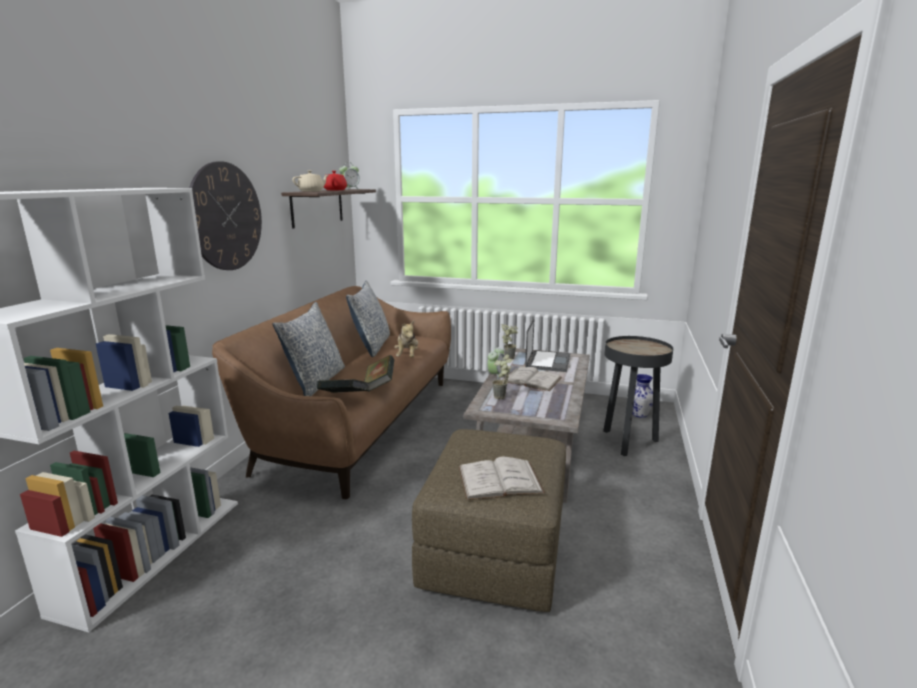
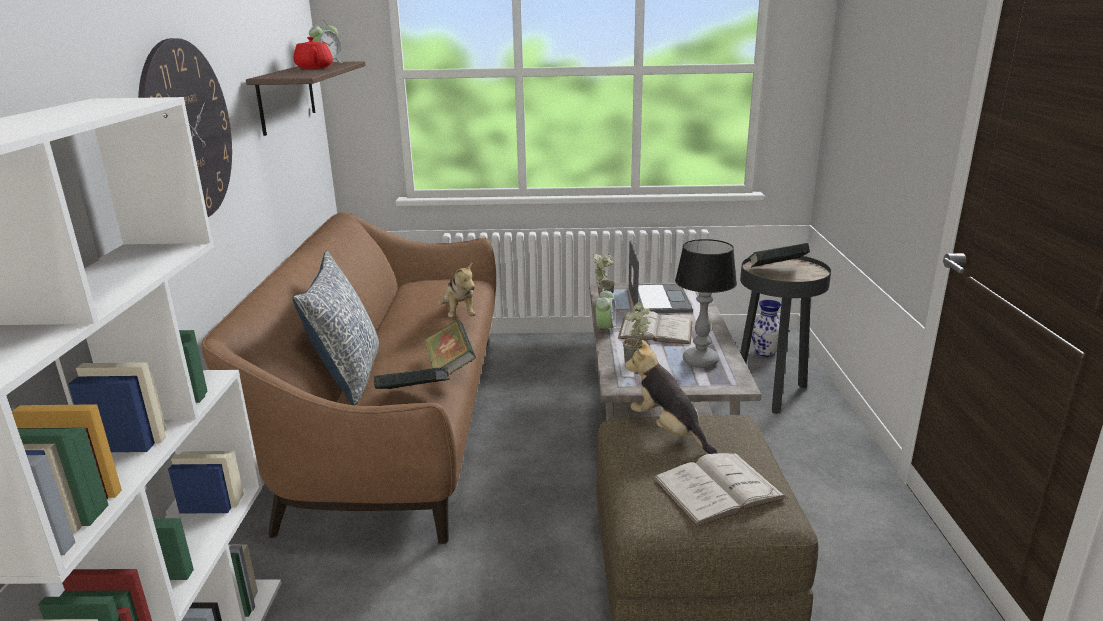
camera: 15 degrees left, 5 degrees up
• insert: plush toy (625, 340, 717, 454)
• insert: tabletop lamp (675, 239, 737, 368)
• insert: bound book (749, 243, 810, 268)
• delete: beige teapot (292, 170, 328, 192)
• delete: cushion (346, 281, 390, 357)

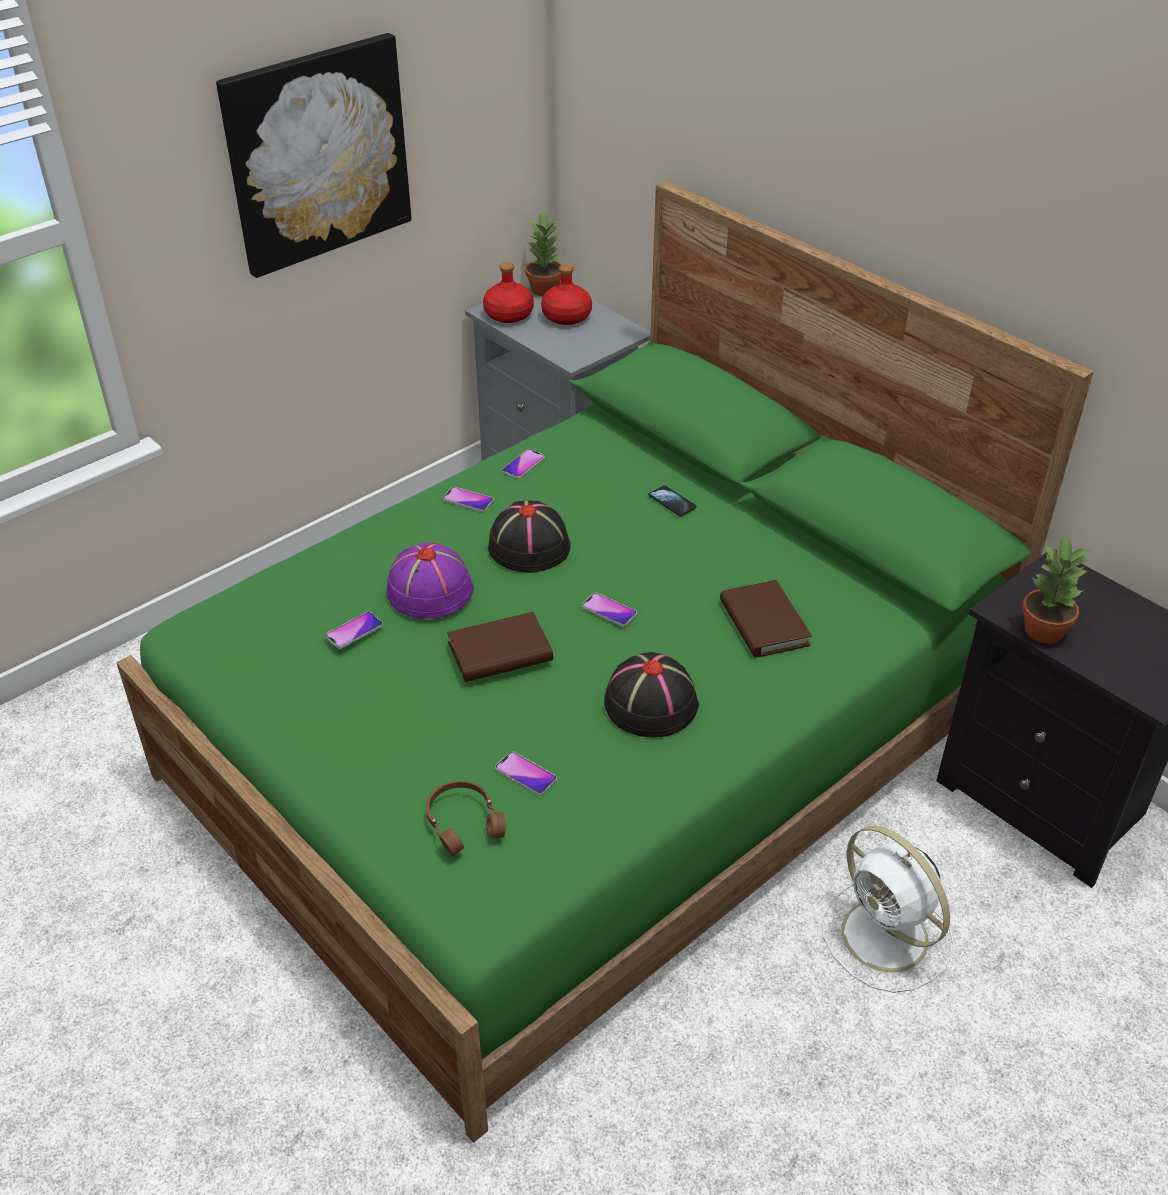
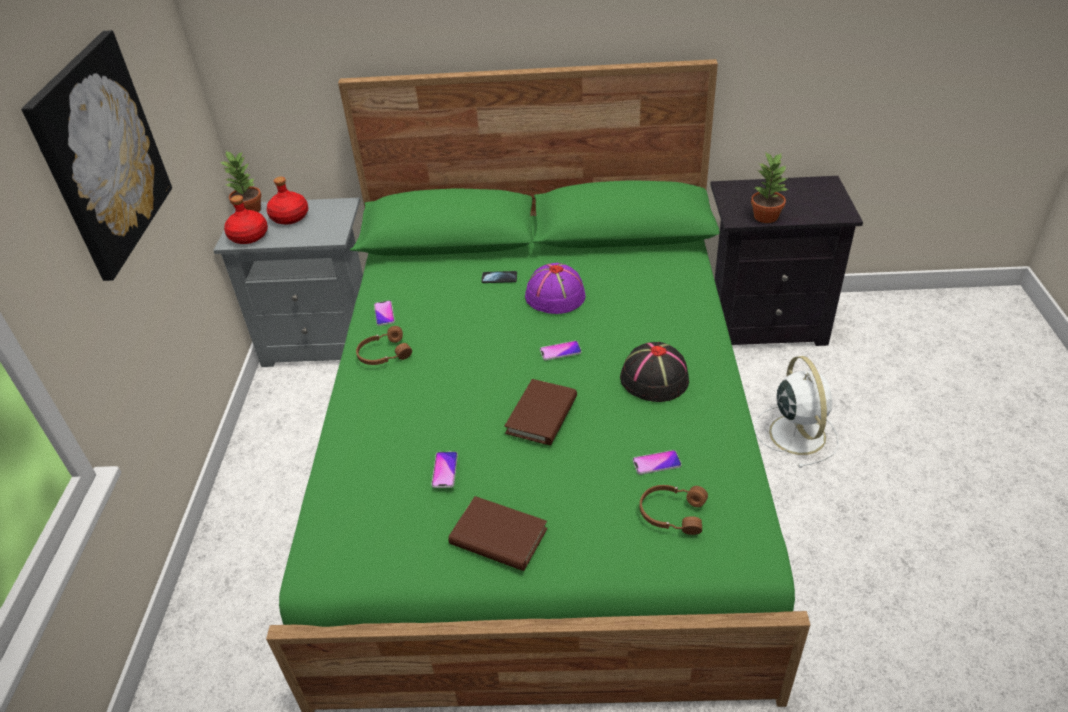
camera: 45 degrees left, 0 degrees up
• replace: phone (443, 487, 494, 512) to brownish pair of headphones (356, 326, 412, 365)
• move: brownish bound book (720, 580, 812, 658) to (448, 496, 547, 571)
• move: purple clothing hat (386, 542, 474, 619) to (525, 263, 586, 314)
• rotate: white-coloured cooling fan (822, 826, 954, 993) = (754, 356, 839, 468) 105 degrees counterclockwise
• delete: black clothing hat (488, 500, 571, 573)

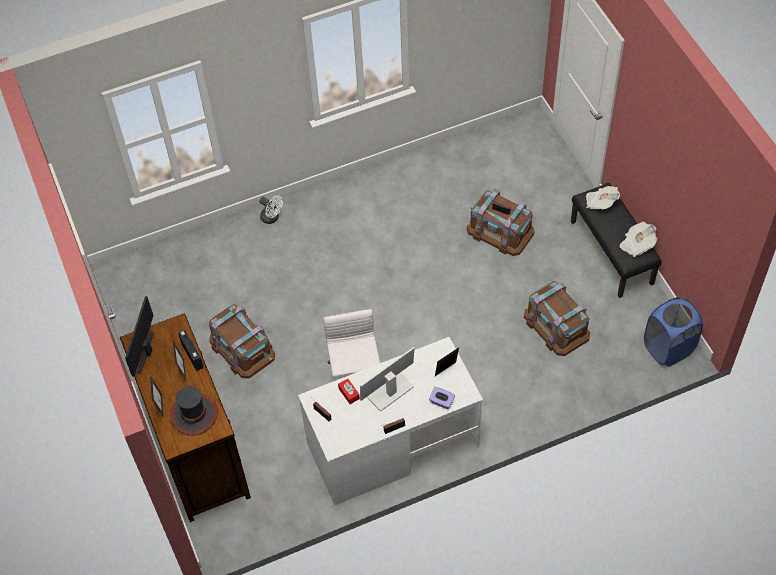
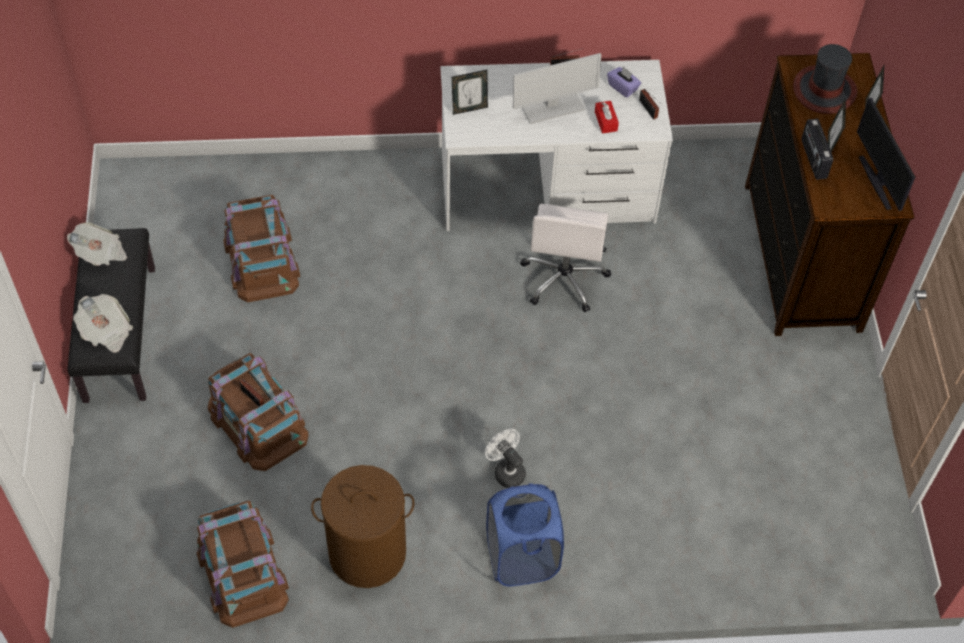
camera: 165 degrees left, 0 degrees up
• move: brownish storage bin (209, 304, 275, 378) to (197, 501, 289, 628)
• insert: brownish hamper (311, 465, 415, 588)
• move: white-coloured cooling fan (260, 195, 283, 224) to (485, 429, 526, 488)
• move: bluish hamper (644, 298, 703, 366) to (486, 484, 564, 586)
• move: purple tissue holder (429, 387, 455, 409) to (607, 66, 641, 98)
• rotate: computer screen (125, 296, 154, 377) = (857, 97, 915, 211) 135 degrees clockwise

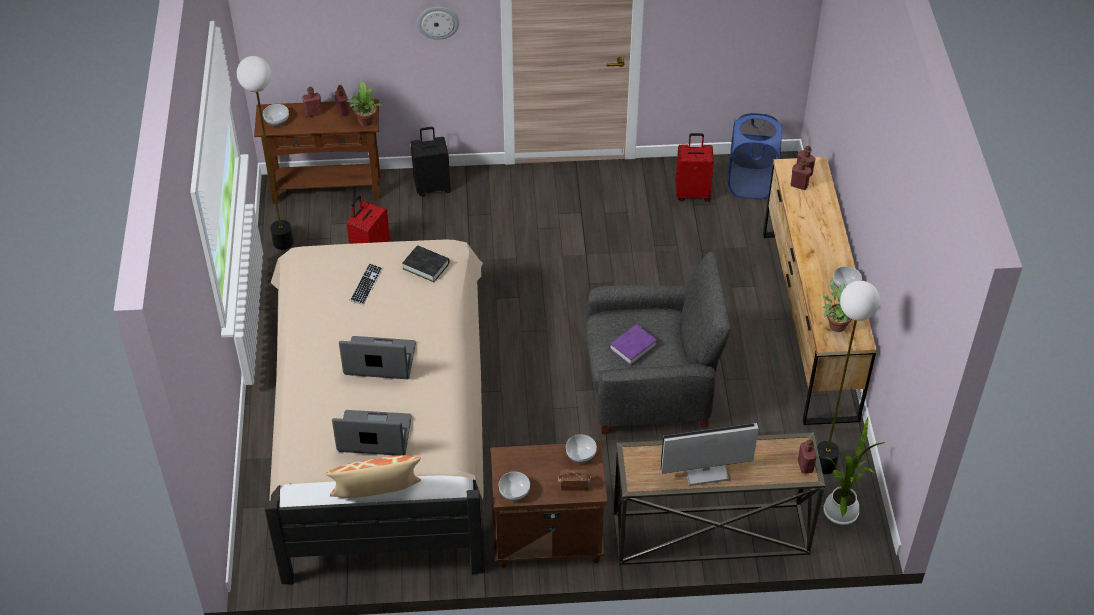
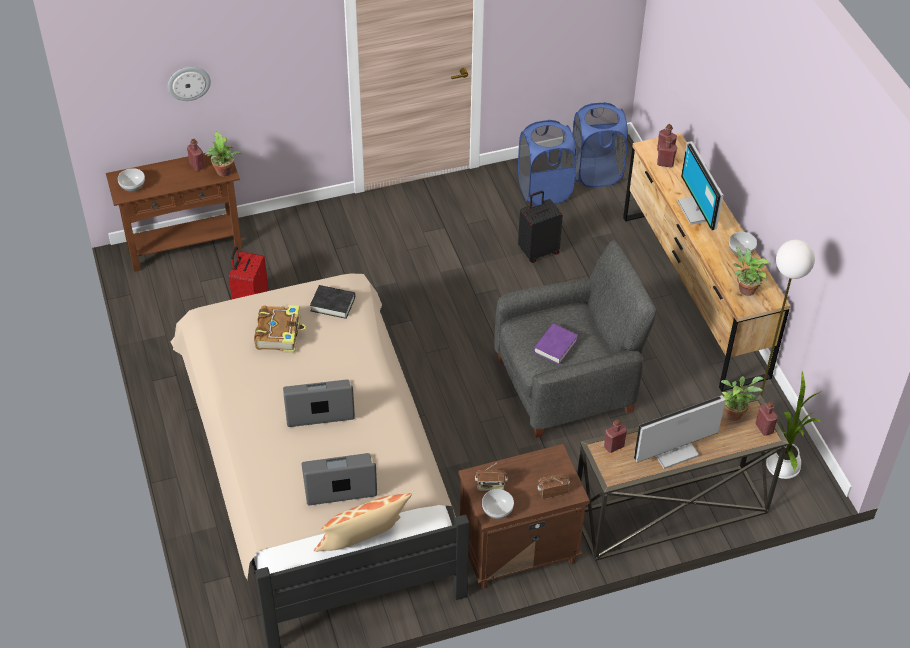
camera: 15 degrees left, 0 degrees up
• move: hanging clock (417, 7, 459, 40) to (168, 67, 211, 101)
• replace: keyboard (350, 263, 383, 305) to bound book (254, 305, 306, 353)
• insert: radio set (475, 463, 508, 491)
• replace: reddish travel case (675, 133, 714, 202) to bluish hamper (518, 120, 576, 206)
• move: black travel case (411, 127, 451, 197) to (518, 191, 563, 263)
• move: reddish drink bottle (302, 87, 322, 117) to (604, 419, 627, 453)
• insert: computer screen (678, 141, 723, 230)
• insert: houseplant (721, 376, 764, 421)
• delete: standard lamp (237, 56, 294, 250)
• delete: bowl (566, 434, 597, 463)

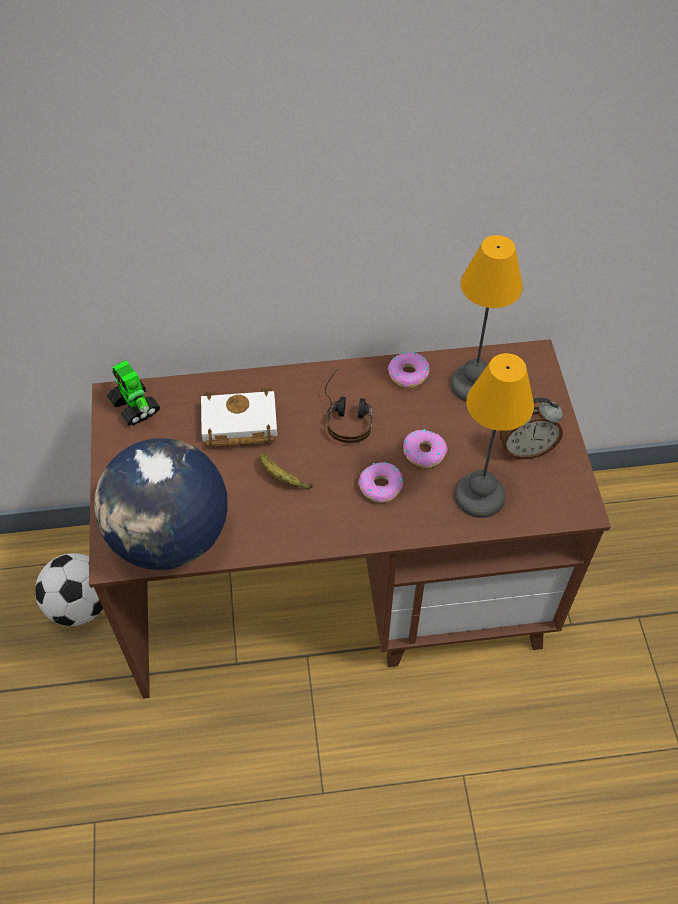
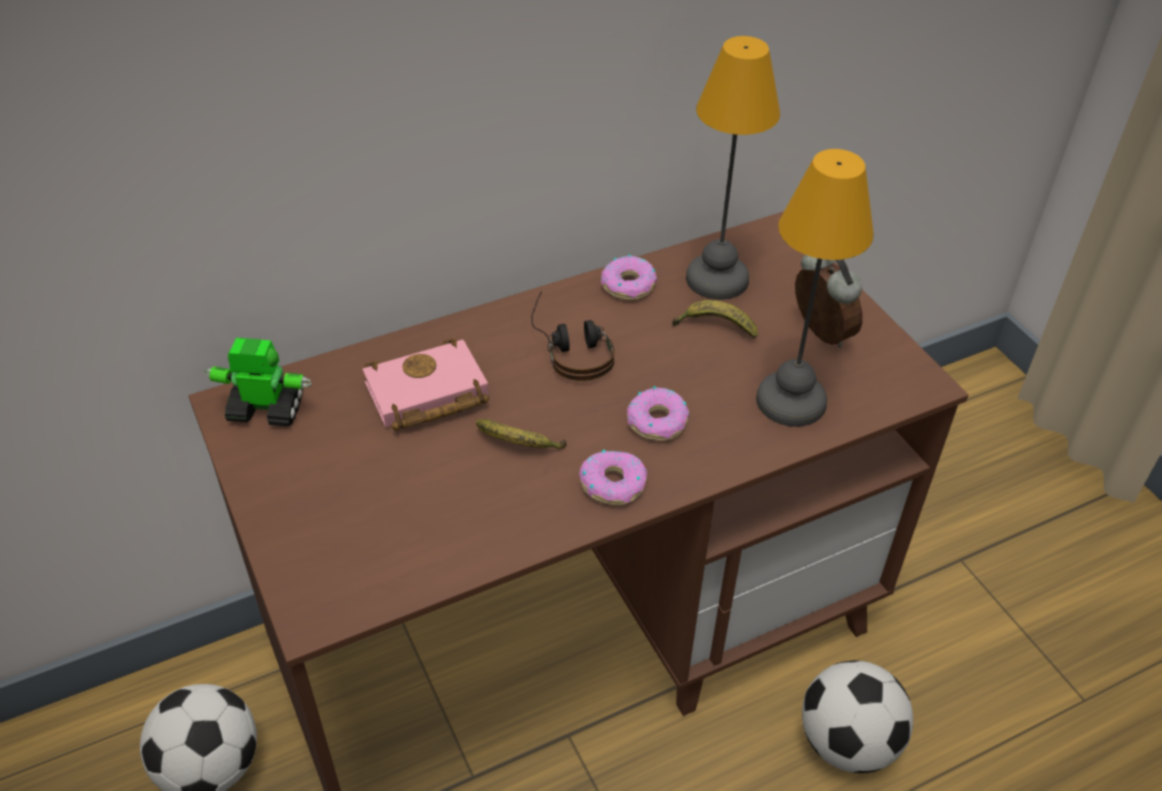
camera: 20 degrees left, 10 degrees down
• rotate: robot figure (107, 360, 160, 426) = (204, 338, 312, 427) 150 degrees clockwise
• recolor: white-coloured bound book (201, 387, 277, 447) to pinkish bound book (362, 338, 489, 431)
• move: donut (403, 429, 448, 468) to (579, 450, 647, 505)
• insert: whole banana (672, 300, 758, 338)
• rotate: alarm clock (499, 397, 563, 459) = (795, 255, 863, 348) 90 degrees counterclockwise
• insert: football (802, 661, 913, 773)
• delete: world globe (94, 438, 228, 570)

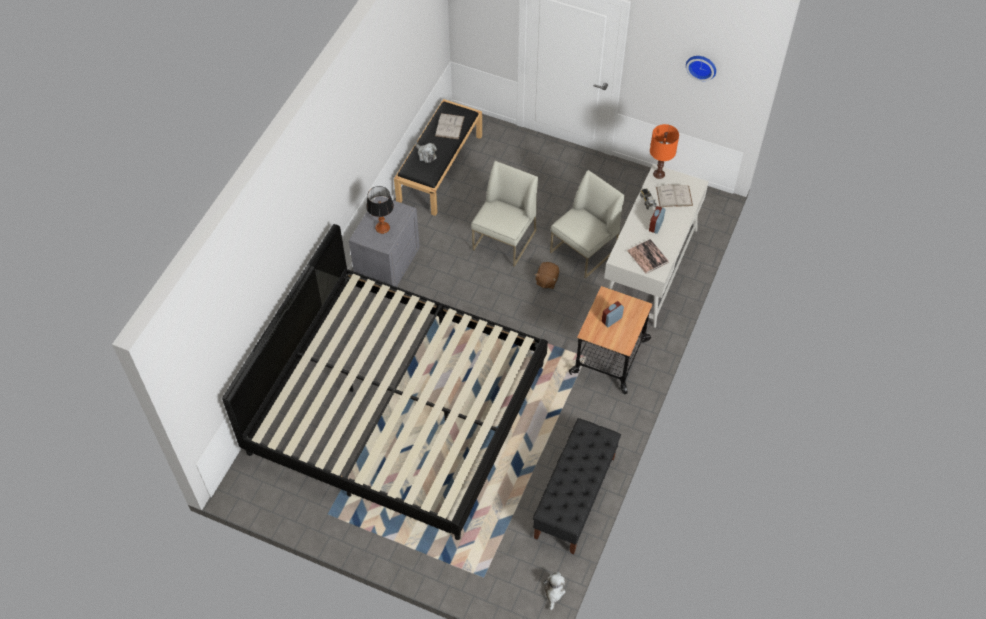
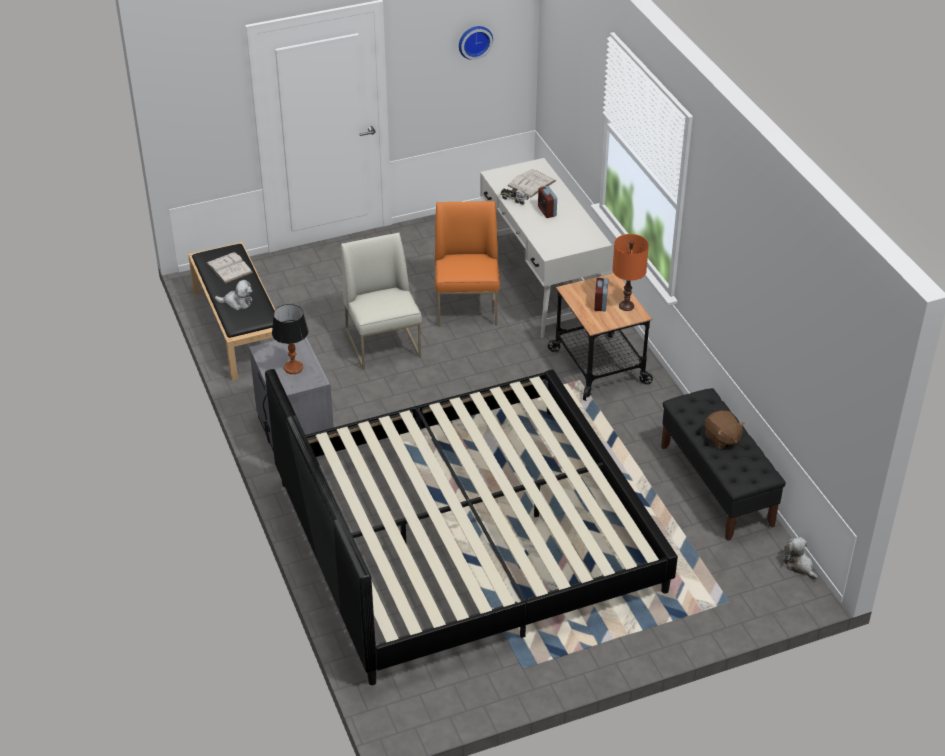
camera: 45 degrees left, 15 degrees down
• recolor: white-coloured plain chair (550, 170, 625, 279) to orange-coloured plain chair (435, 201, 500, 327)
• move: orange-coloured tabletop lamp (650, 124, 679, 179) to (612, 234, 649, 311)
• move: brownish plush toy (534, 262, 559, 289) to (705, 411, 745, 449)
• delete: bound book (628, 239, 669, 274)

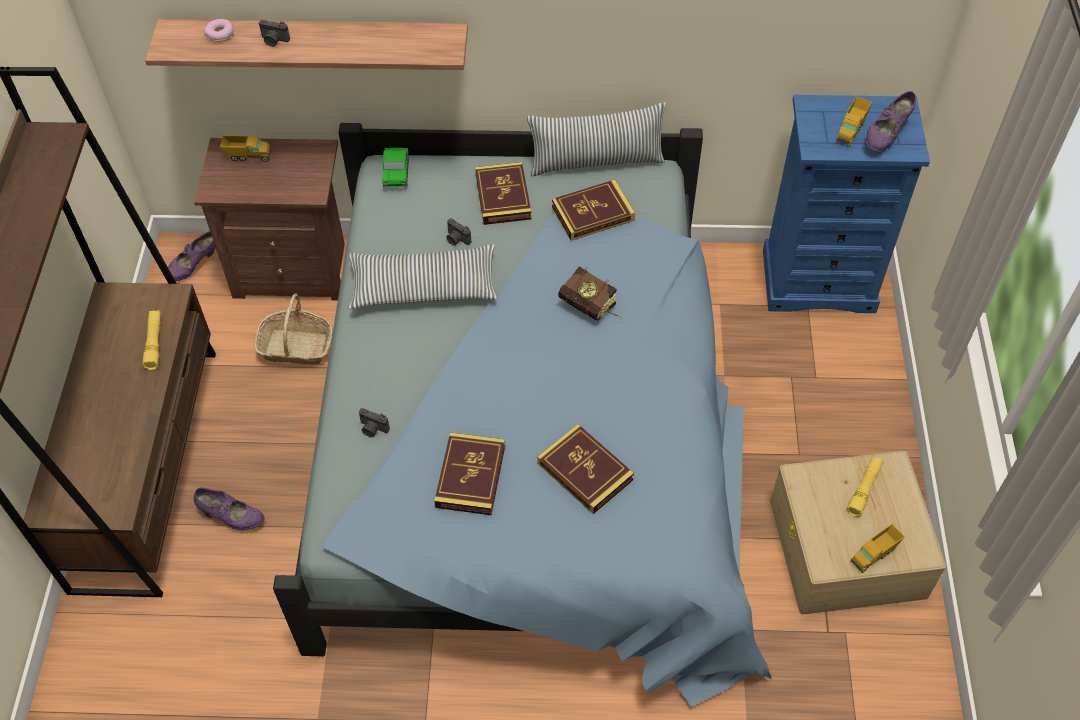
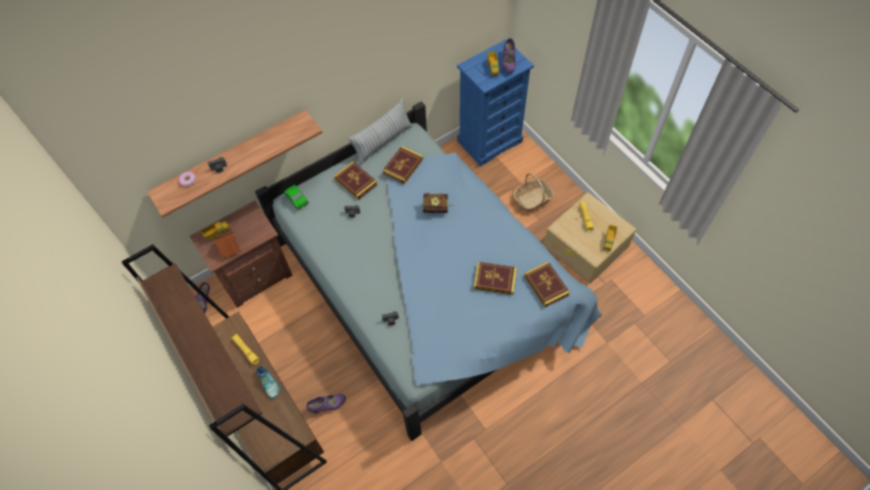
camera: 35 degrees left, 5 degrees up
• insert: miniature house (214, 231, 241, 259)
• insert: shoe (257, 366, 280, 398)
• move: household basket (254, 294, 332, 365) to (514, 173, 555, 212)
• move: bound book (434, 433, 505, 515) to (524, 262, 570, 307)
• delete: cushion (348, 244, 497, 309)

